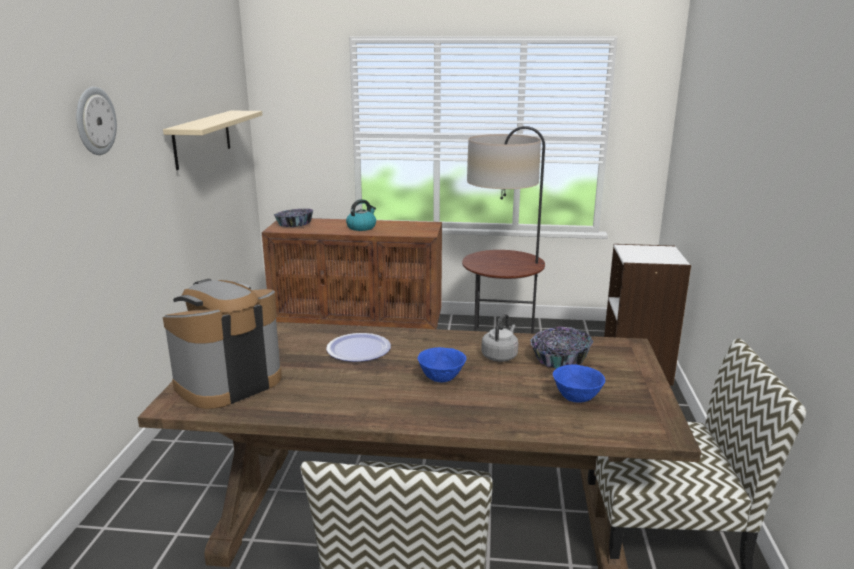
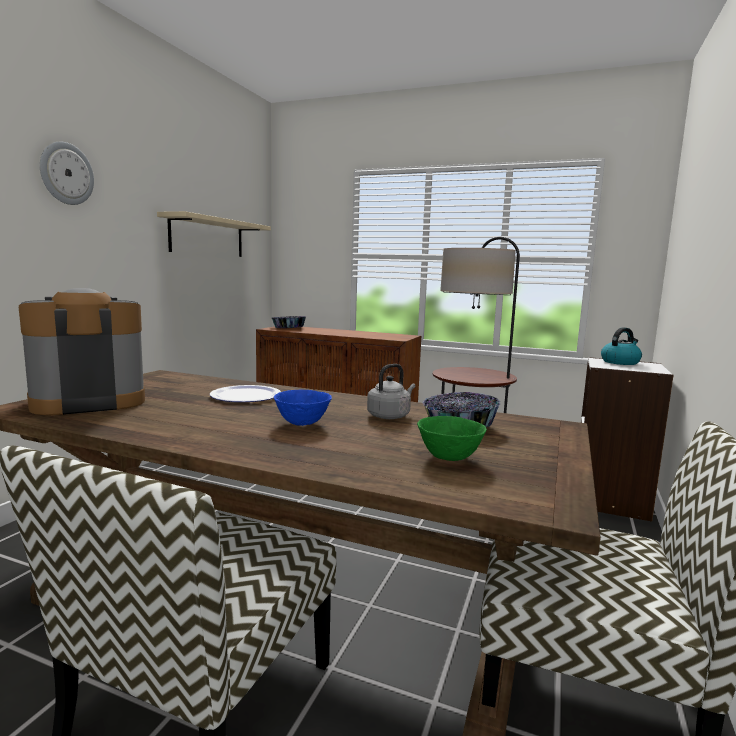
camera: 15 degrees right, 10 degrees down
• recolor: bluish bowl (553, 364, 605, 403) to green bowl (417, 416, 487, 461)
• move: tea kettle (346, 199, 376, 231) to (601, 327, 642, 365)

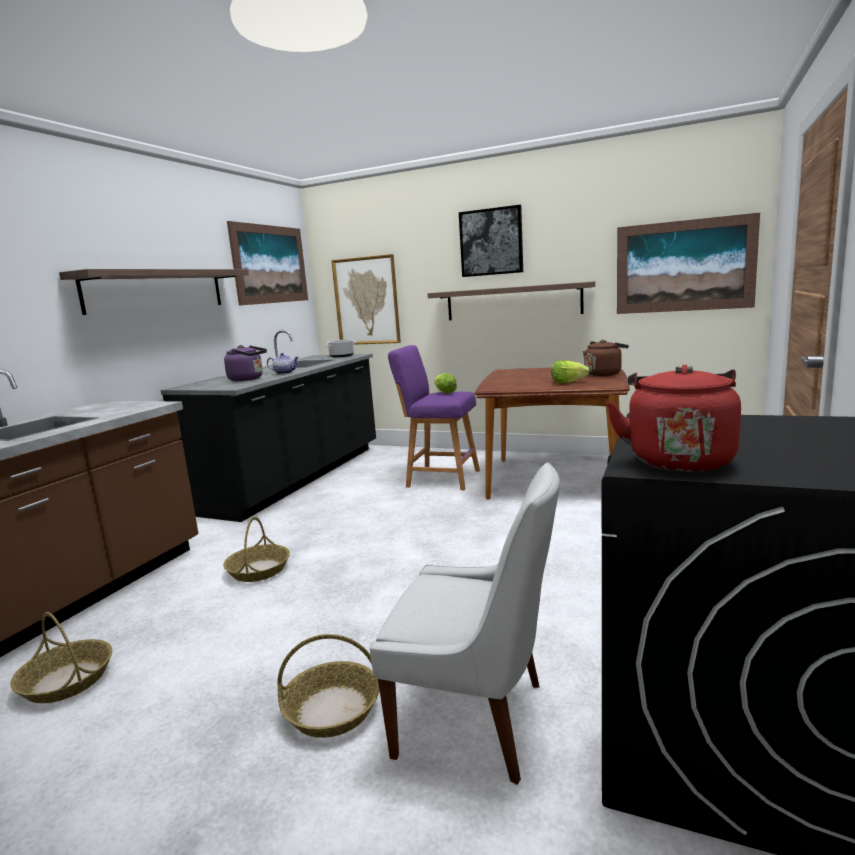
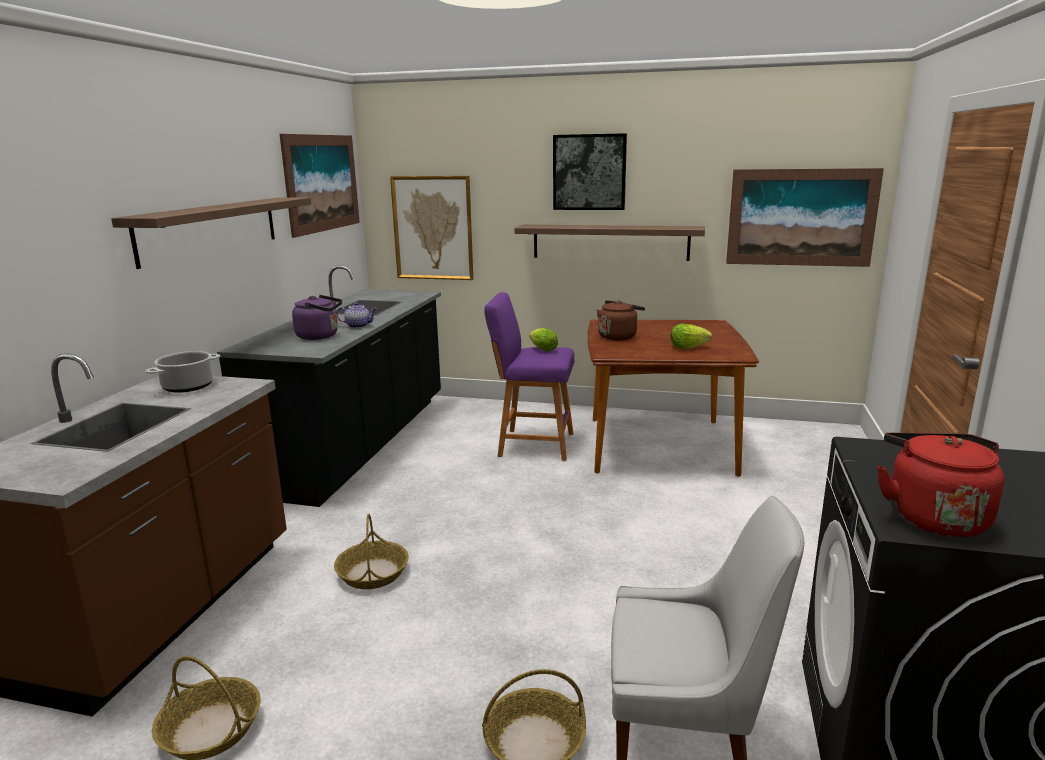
camera: 10 degrees left, 5 degrees up
• move: stockpot (324, 339, 357, 357) to (145, 351, 220, 393)
• move: brownish tea kettle (583, 340, 629, 376) to (597, 300, 645, 341)

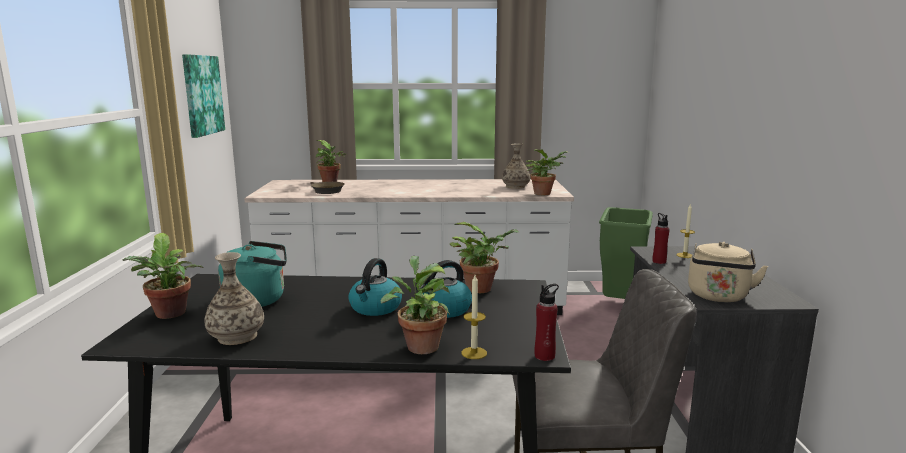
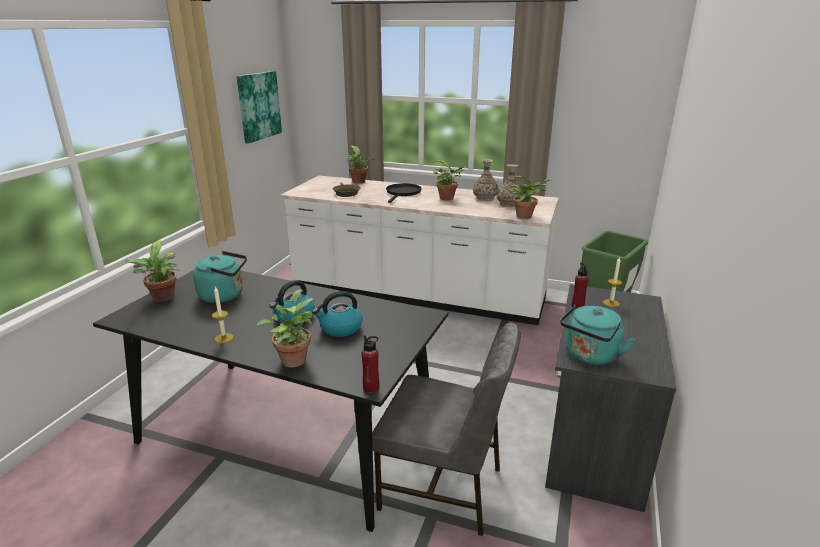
camera: 20 degrees right, 10 degrees up
• move: wax light (461, 275, 487, 359) to (212, 286, 234, 343)
• insert: black skillet (386, 183, 422, 203)
• move: houseplant (449, 222, 519, 293) to (433, 160, 466, 201)
• move: flower vase (204, 252, 264, 345) to (473, 159, 498, 201)
• recolor: beige tea kettle (688, 242, 768, 302) to turquoise-coloured tea kettle (560, 305, 635, 365)

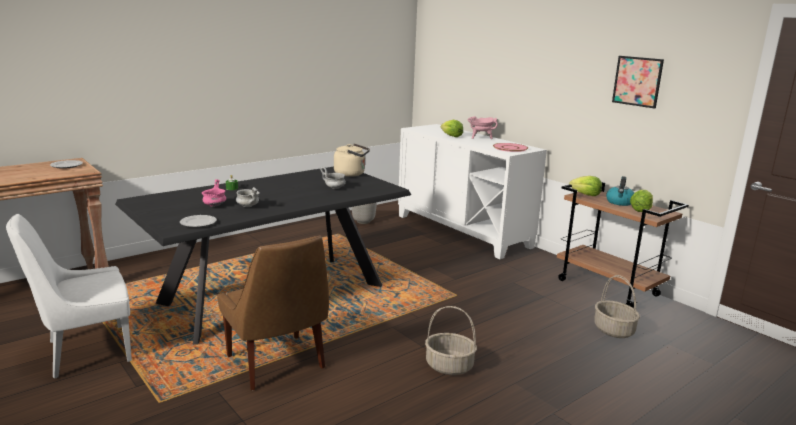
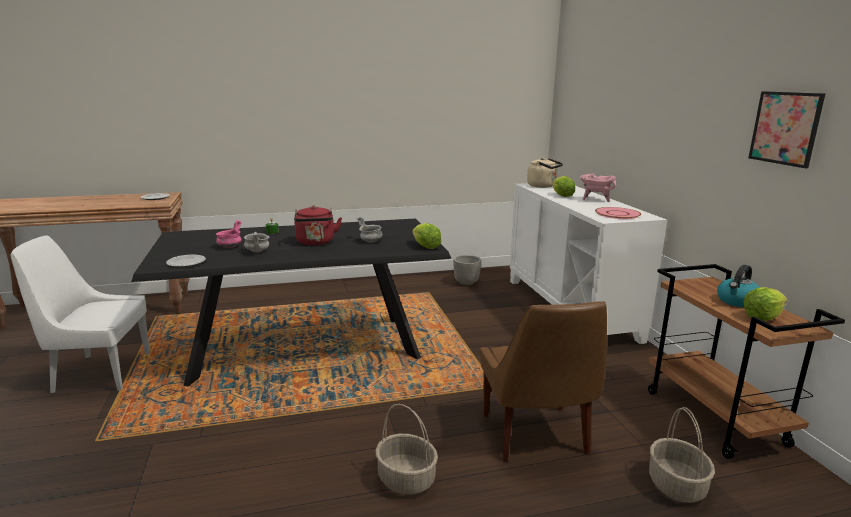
camera: 25 degrees right, 0 degrees up
• insert: reddish tea kettle (294, 205, 342, 245)
• move: lettuce head (569, 176, 602, 196) to (412, 223, 442, 249)
• move: brownish plain chair (217, 236, 329, 390) to (480, 301, 607, 462)
• move: beige tea kettle (334, 143, 370, 177) to (527, 158, 563, 188)

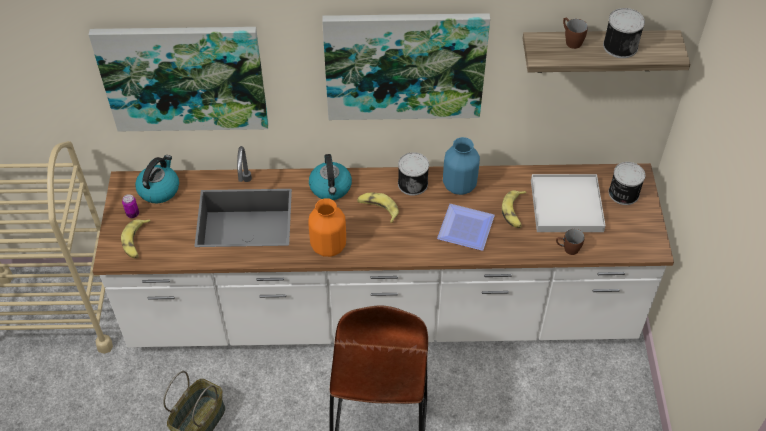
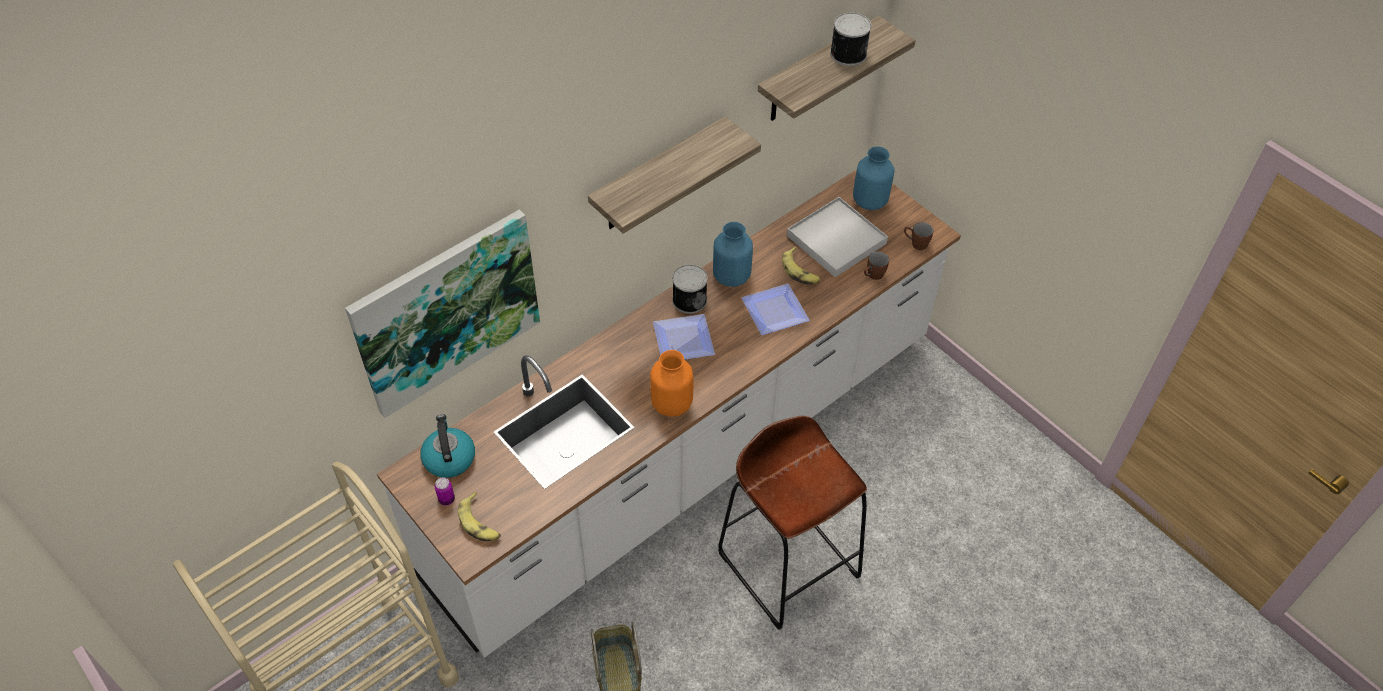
camera: 40 degrees left, 0 degrees up
• replace: picture (322, 13, 490, 120) to wall shelf (588, 116, 761, 234)
• replace: whole banana (357, 193, 399, 223) to dinner plate (653, 314, 715, 360)
• replace: can (609, 162, 645, 205) to bluish flower vase (853, 146, 895, 210)
• move: brownish mug (563, 18, 588, 49) to (904, 222, 933, 250)
• delete: tea kettle (309, 154, 352, 200)

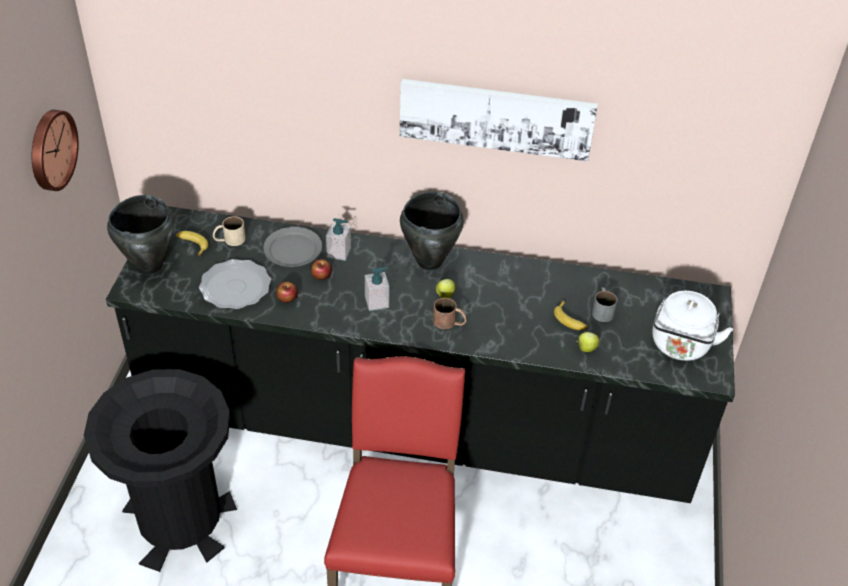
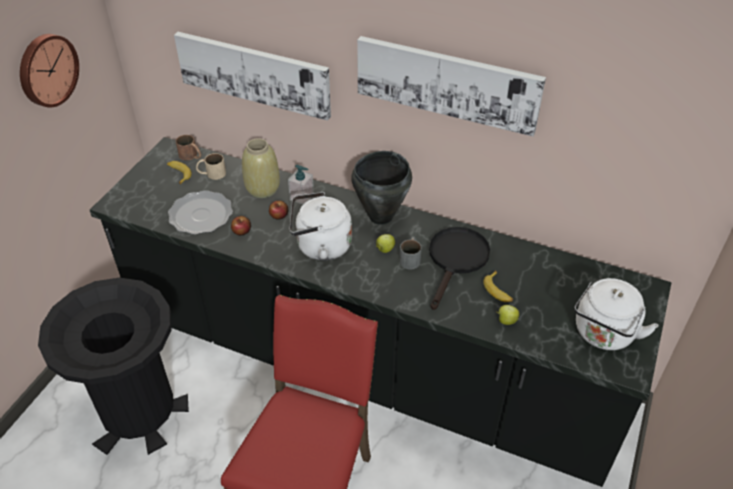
camera: 15 degrees right, 0 degrees up
• insert: picture (174, 32, 331, 121)
• move: brownish mug (433, 298, 467, 329) to (176, 135, 201, 160)
• replace: gray dinner plate (263, 227, 322, 267) to beige flower vase (242, 138, 280, 198)
• replace: liquid soap bottle (365, 267, 389, 311) to white-coloured tea kettle (290, 192, 352, 261)
• move: gray mug (592, 287, 617, 322) to (399, 236, 422, 269)
• insert: black skillet (429, 227, 490, 310)
• delete: black stockpot (107, 195, 174, 275)

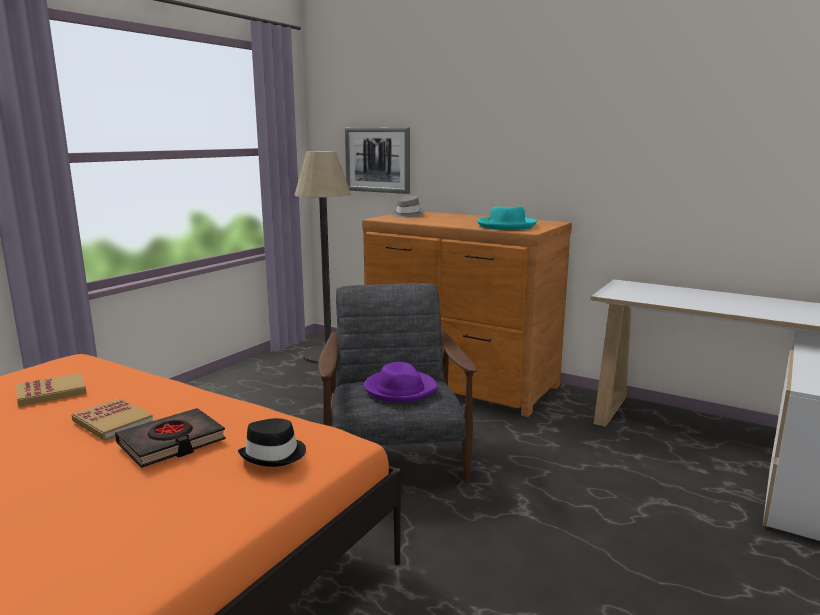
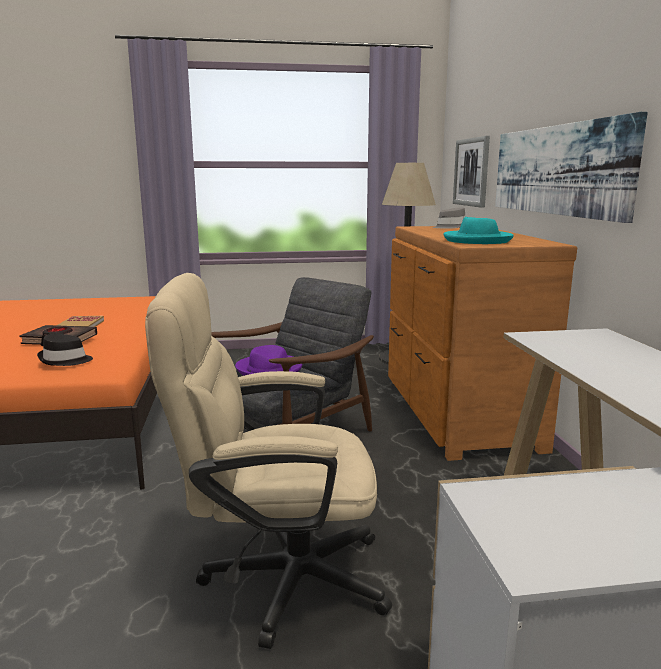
camera: 50 degrees right, 0 degrees up
• insert: beige office chair (145, 273, 392, 649)
• insert: picture (495, 112, 648, 223)
• delete: bound book (16, 373, 87, 407)

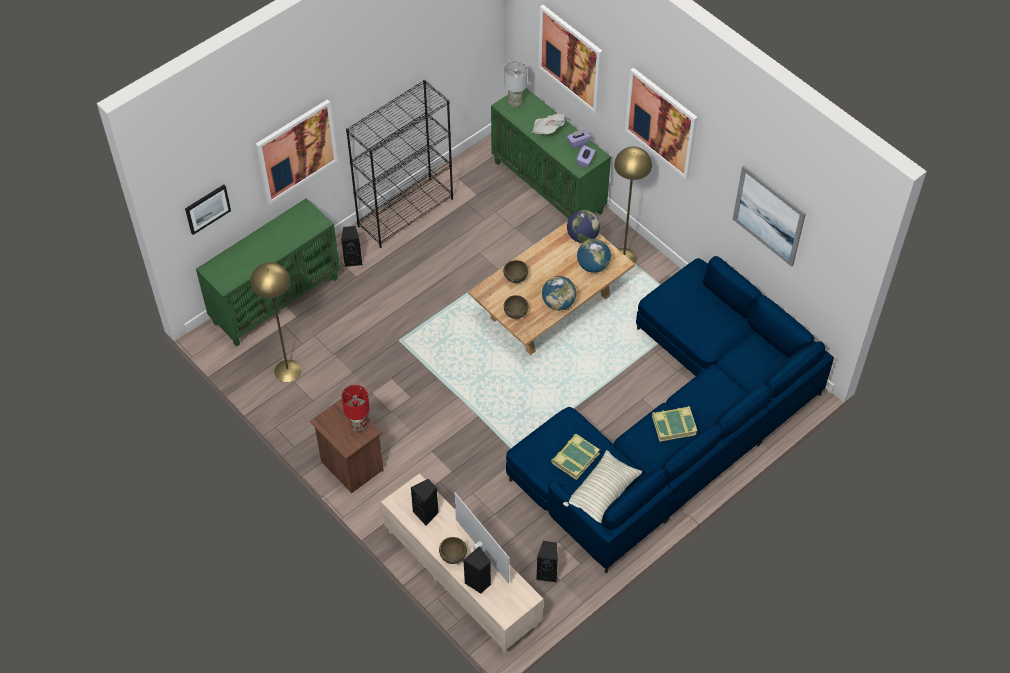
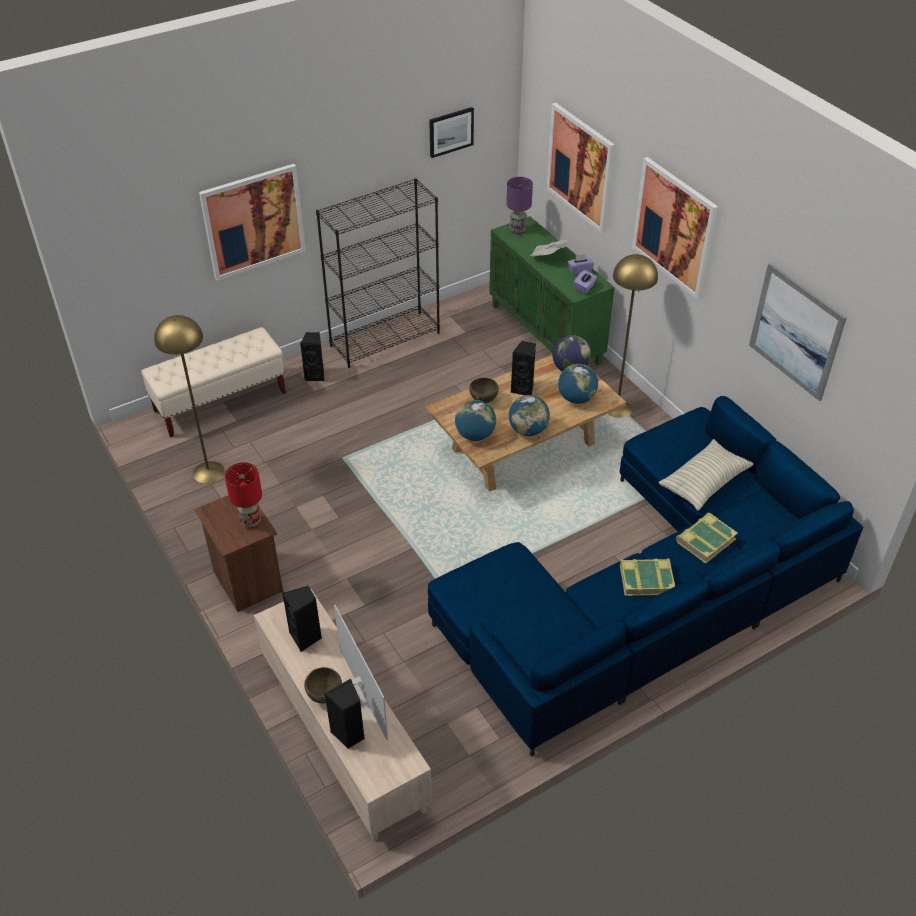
camera: 10 degrees right, 10 degrees down
• replace: green storage cabinet (196, 198, 340, 347) to beige bench (141, 327, 286, 438)
• move: picture (185, 185, 231, 235) to (429, 107, 474, 158)
• replace: brownish bowl (504, 295, 528, 319) to world globe (455, 400, 496, 441)
• recolor: gray tabletop lamp (504, 61, 527, 108) to purple tabletop lamp (506, 177, 533, 234)
• move: black loudspeaker (536, 541, 558, 582) to (510, 341, 536, 395)
• move: cushion (563, 450, 642, 523) to (659, 439, 753, 511)
• move: bound book (551, 434, 600, 480) to (676, 513, 738, 564)

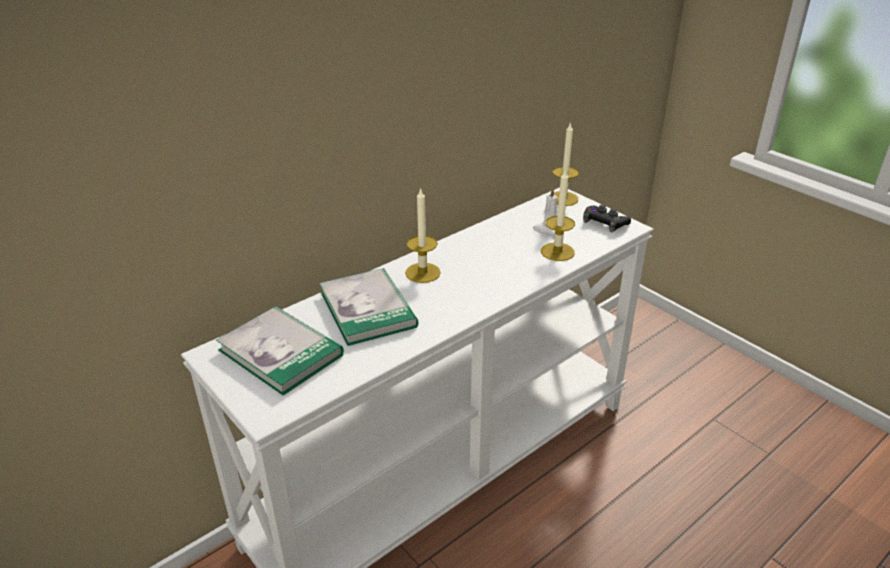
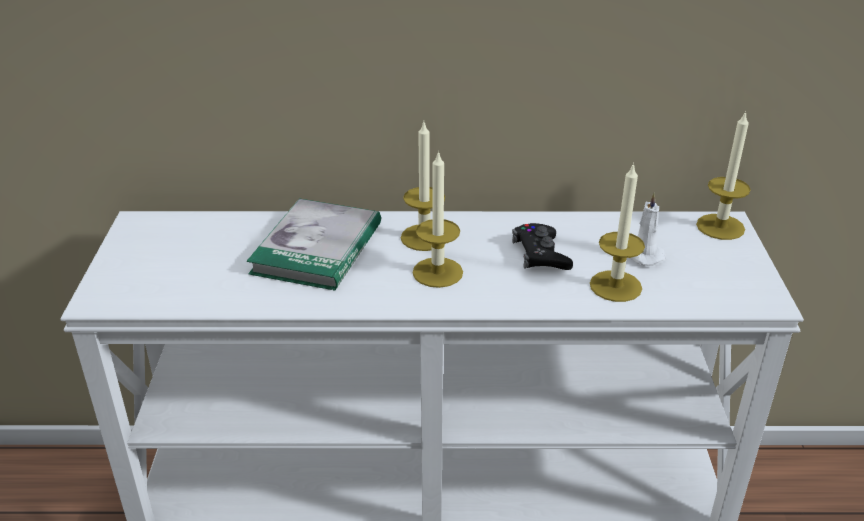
camera: 40 degrees right, 0 degrees up
• insert: wax light (413, 150, 463, 288)
• move: black game controller (583, 205, 631, 232) to (512, 223, 573, 270)
• delete: bound book (216, 306, 344, 396)

